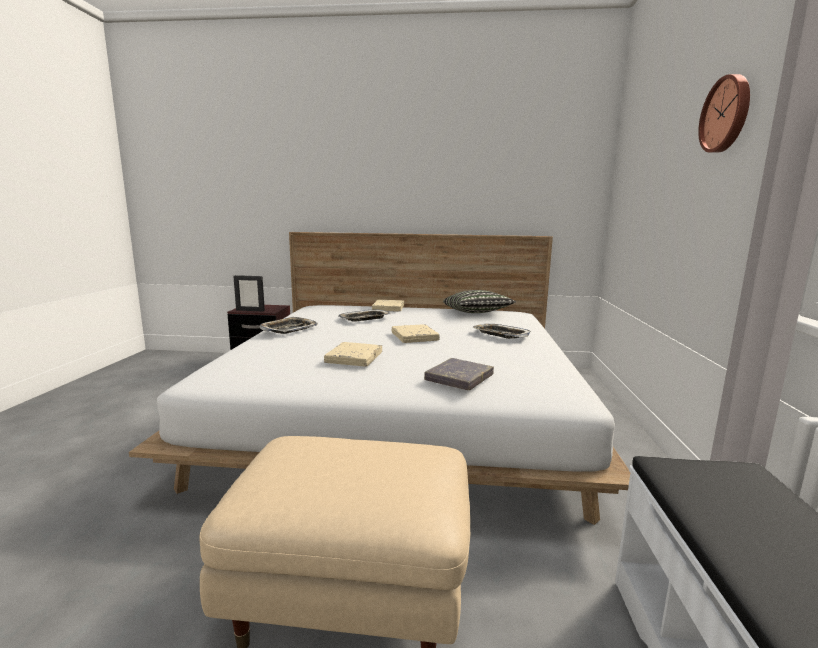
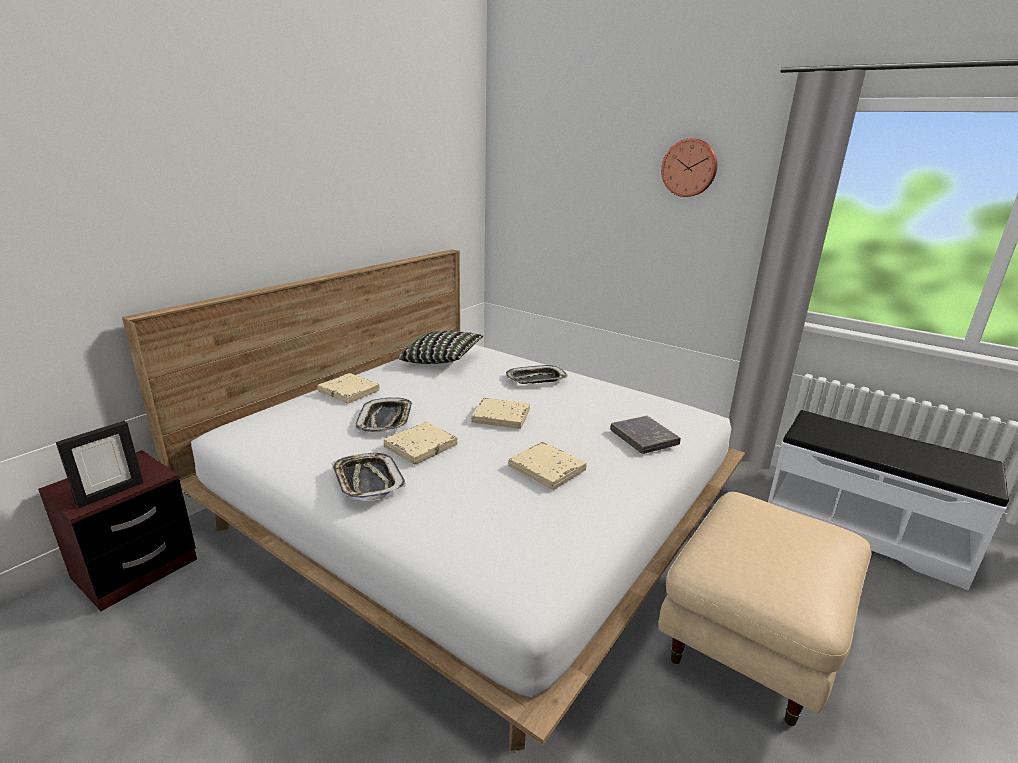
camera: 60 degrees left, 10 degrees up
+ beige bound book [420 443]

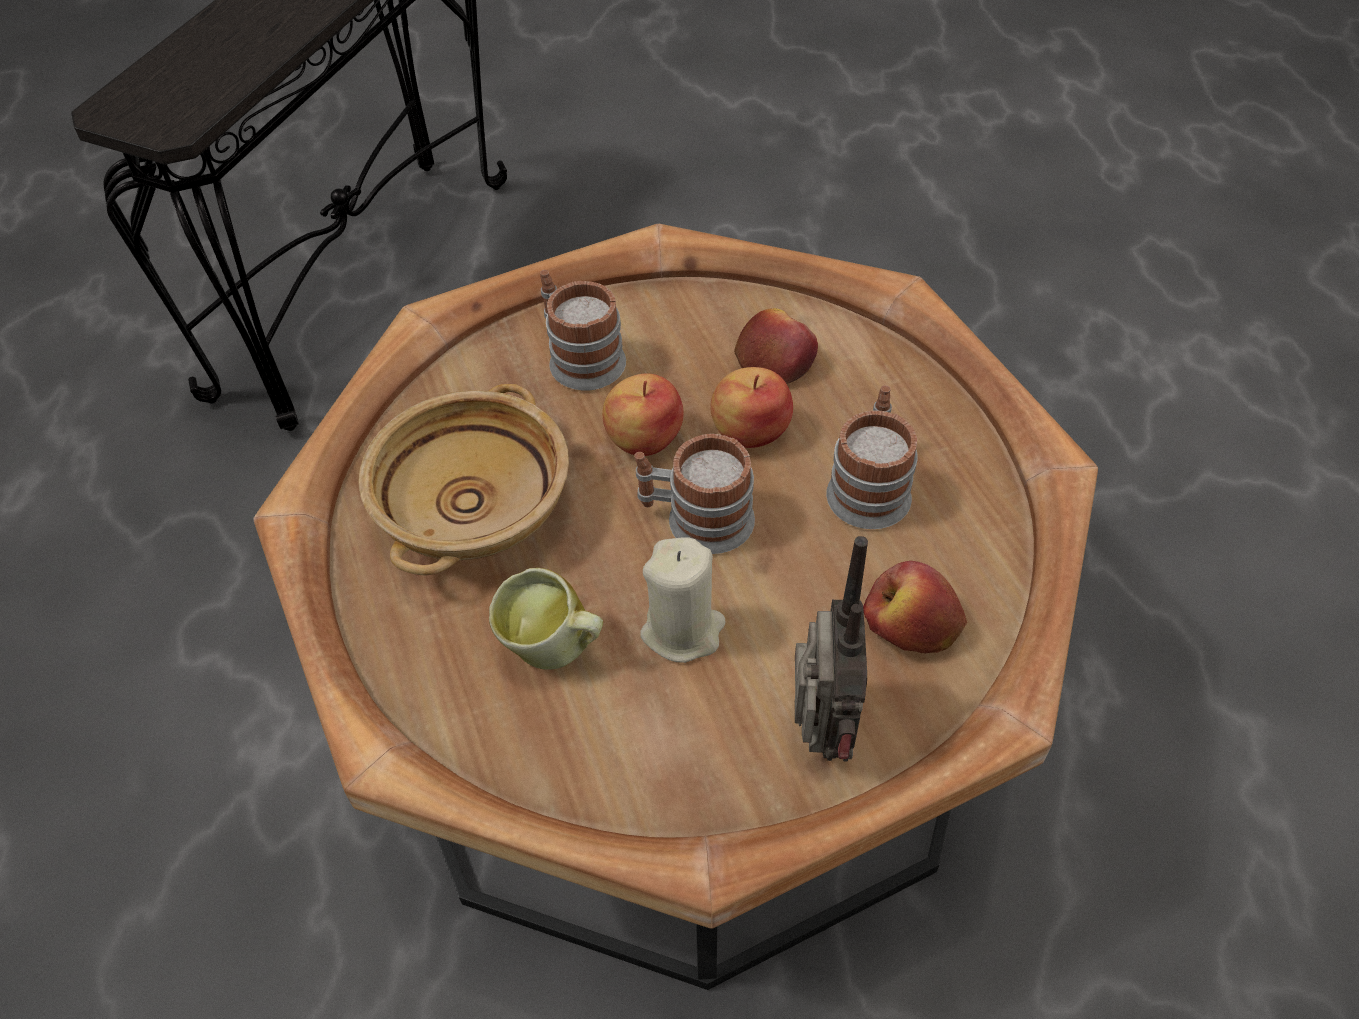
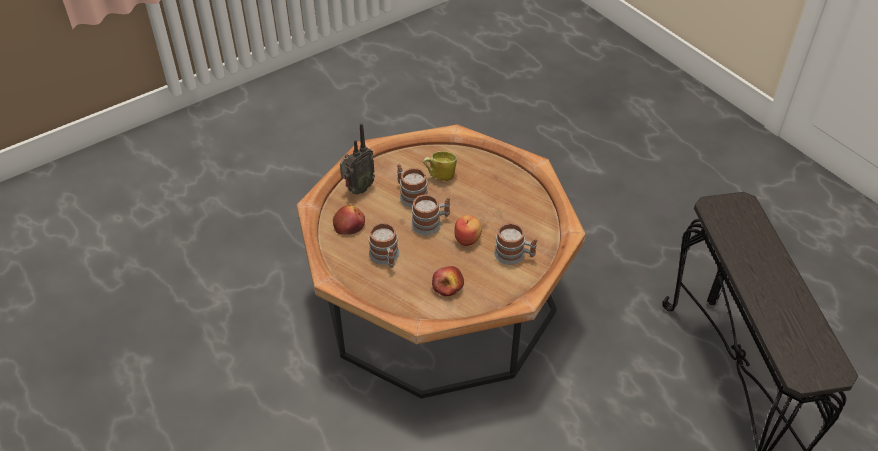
camera: 145 degrees right, 5 degrees down
- beige deep dish [463 479]
- apple [751 407]
~ beige wax light [682 600] to coffee mug [412 186]
~ radio set [831 649] = [357 159] 105 degrees counterclockwise

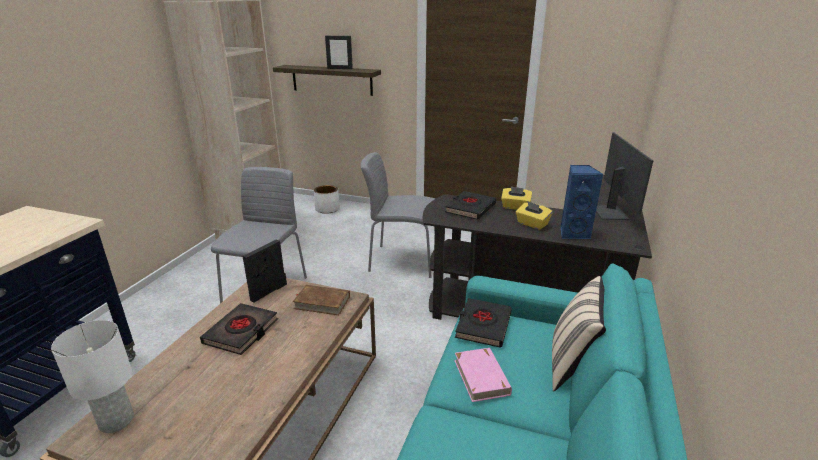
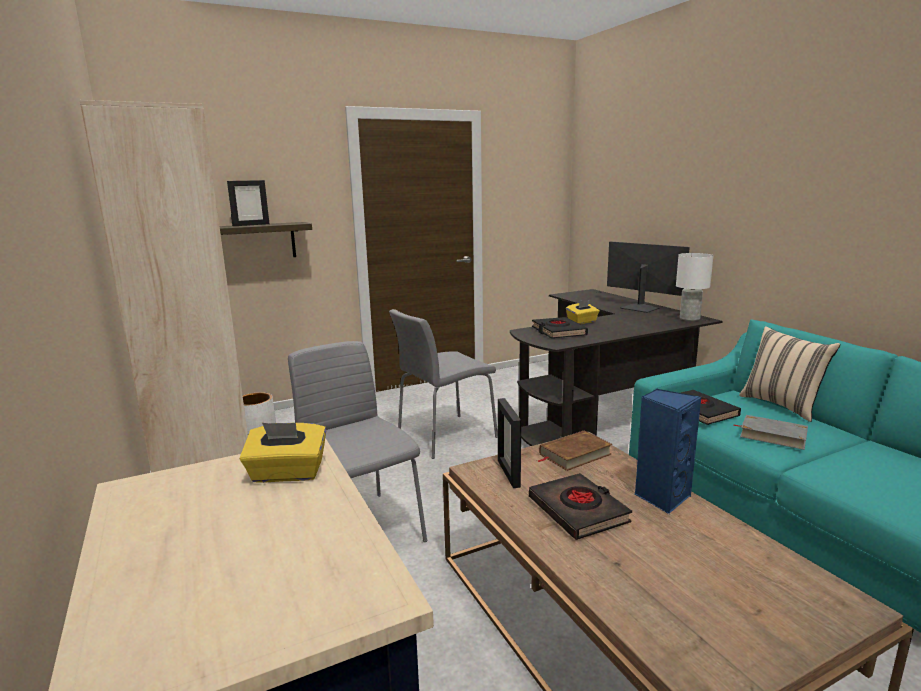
camera: 45 degrees left, 10 degrees down
~ white tabletop lamp [92 376] to [695 287]
~ yellow-coloured box of tissues [534 216] to [283 453]
~ blue speaker [582 202] to [667 451]
~ pink bound book [483 375] to gray bound book [771 432]

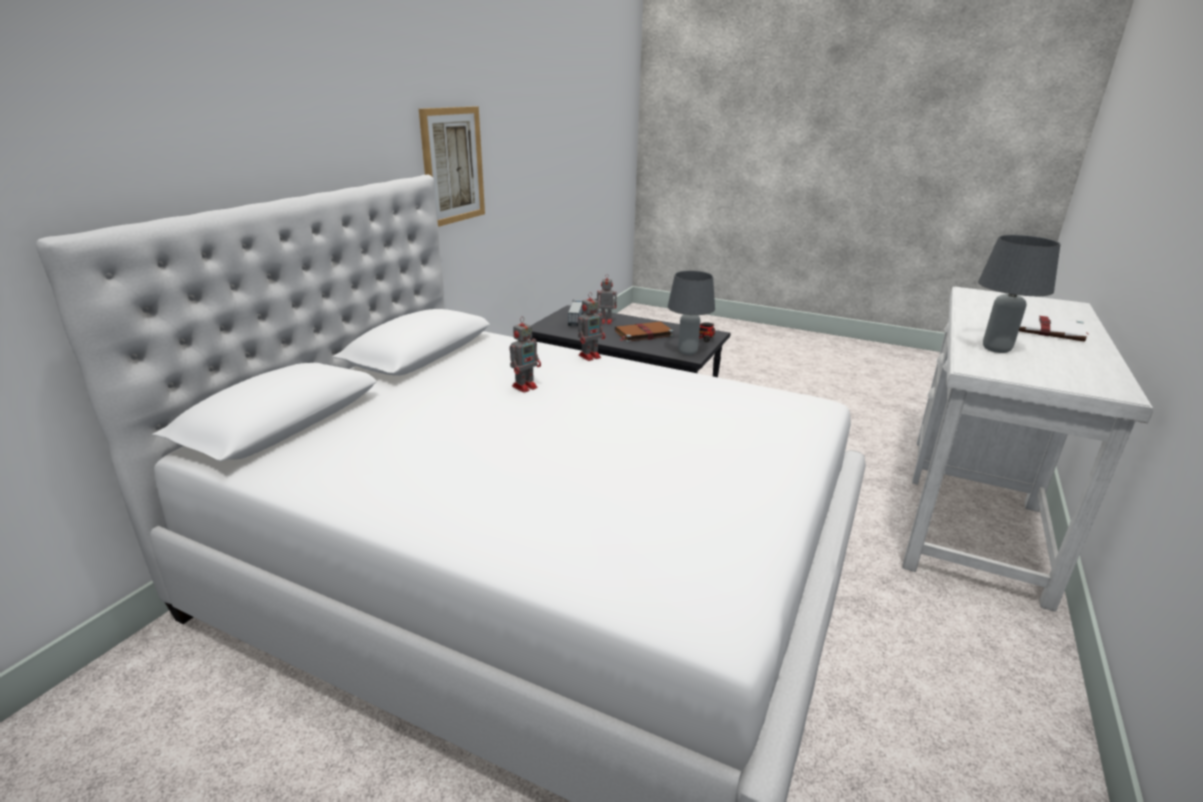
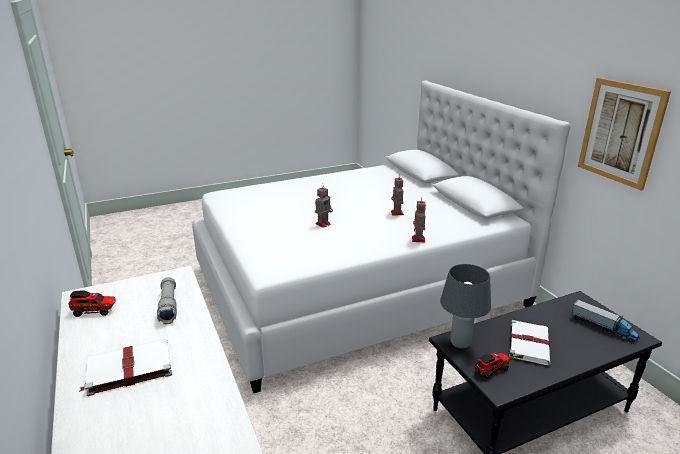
camera: 130 degrees right, 0 degrees up
+ toy truck [92 303]
~ robot figure [606 299] to [324 206]
~ gray tabletop lamp [1019 294] to gray torch [167 300]
~ brown bound book [644 332] to white bound book [529 342]

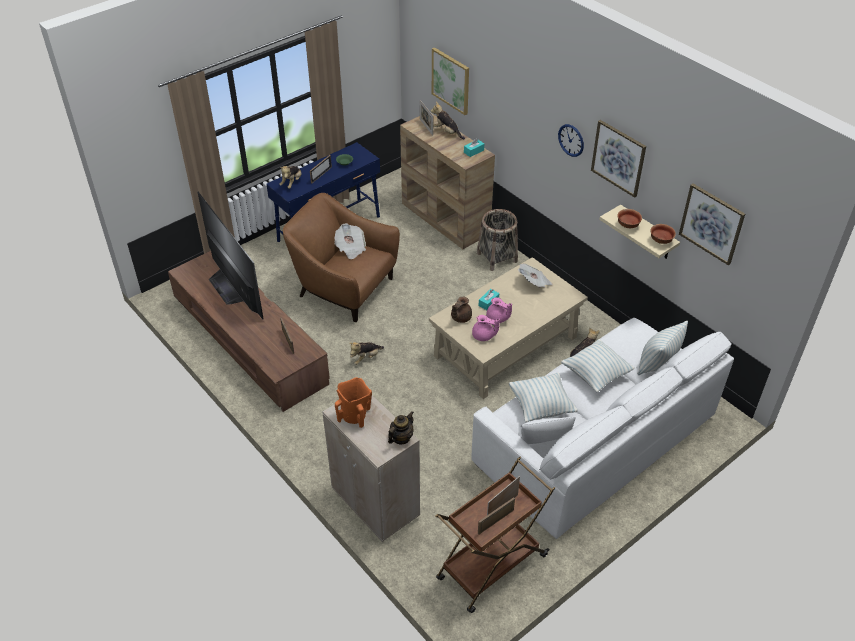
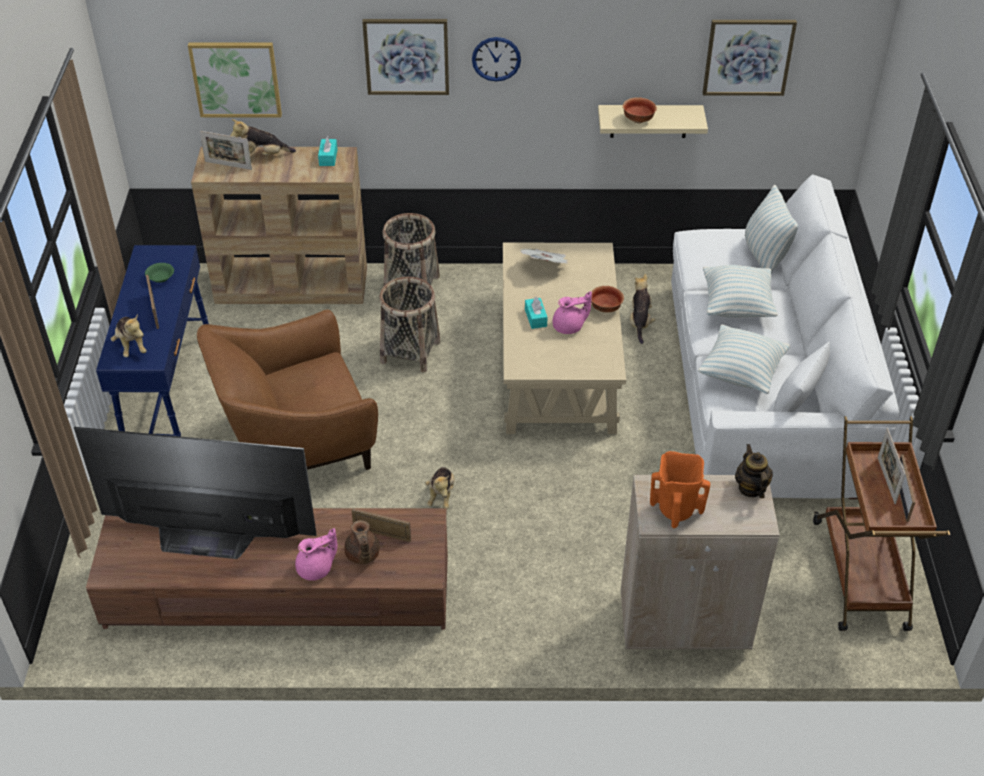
camera: 50 degrees left, 0 degrees up
- daily paper [350 241]
+ household basket [410 325]
~ brown pot for tea [461 309] to [362 542]
~ pink pot for tea [486 328] to [316 554]
~ wall picture [618 159] to [405 57]
~ deep dish [663 234] to [607 299]

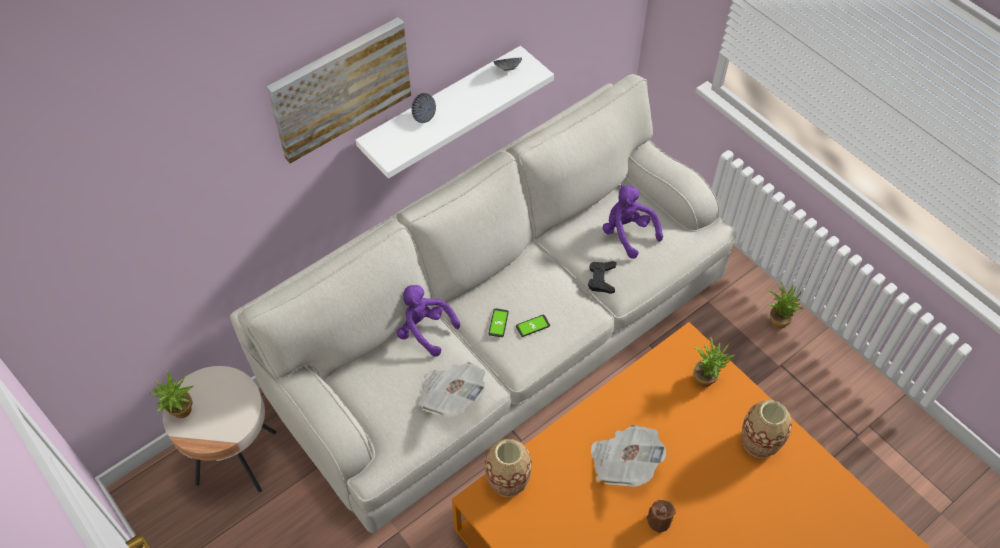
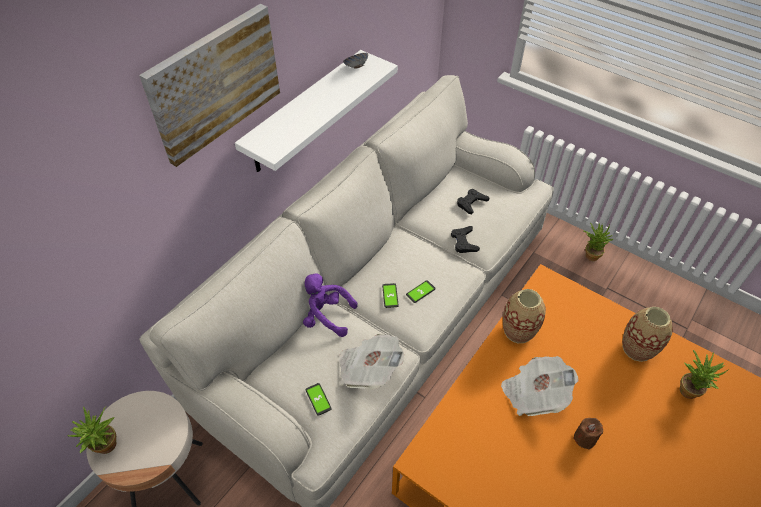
camera: 15 degrees left, 5 degrees down
- deep dish [423 108]
+ handset [319 399]
~ vase [508 468] to [524 316]
~ houseplant [714 361] to [704 374]
~ purplish plush toy [633 221] to black gamepad [473 201]

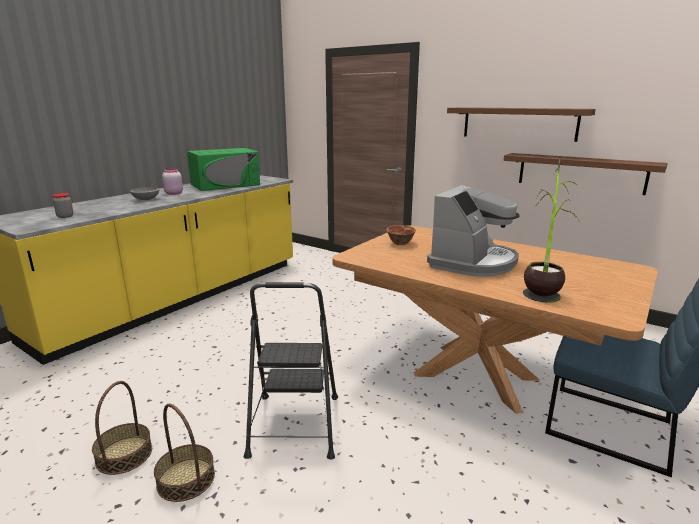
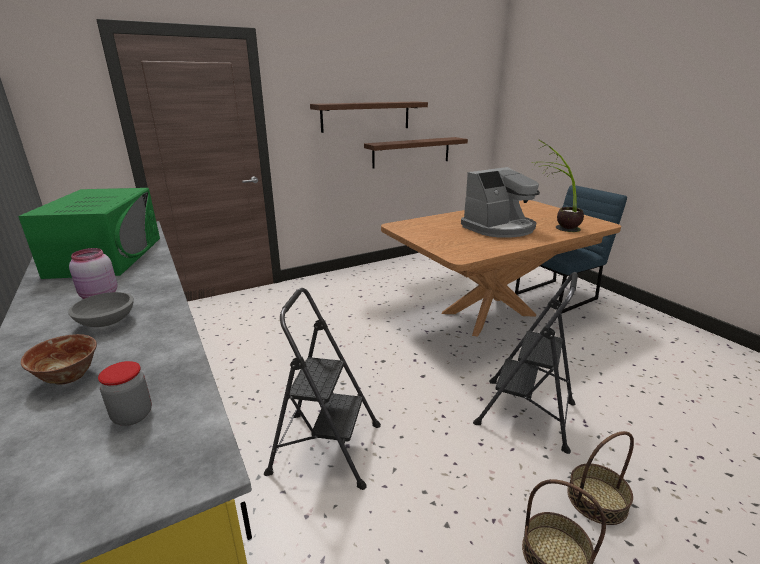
camera: 65 degrees left, 5 degrees up
+ black step ladder [322 389]
~ deep dish [401 235] to [59 359]
~ coffee maker [473 231] = [500 202] 90 degrees clockwise

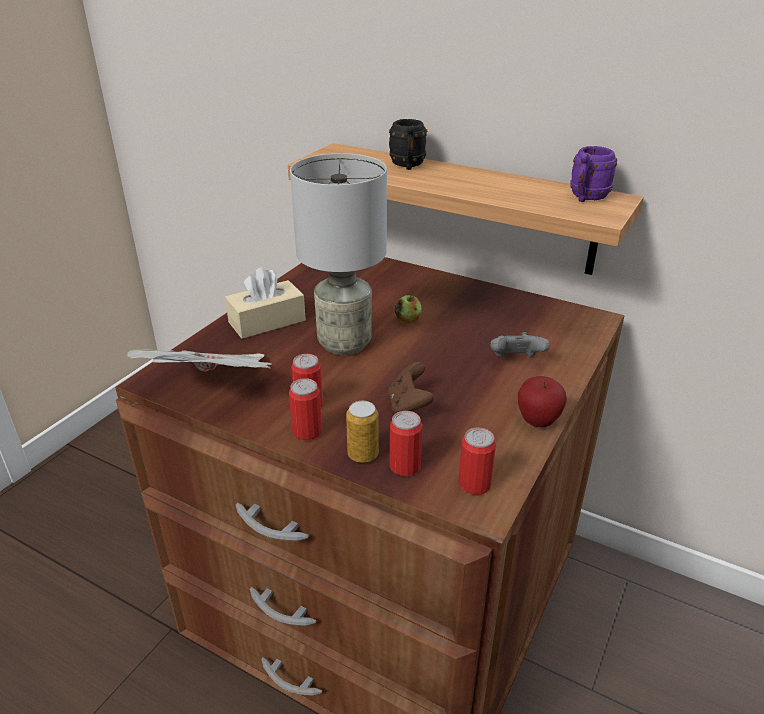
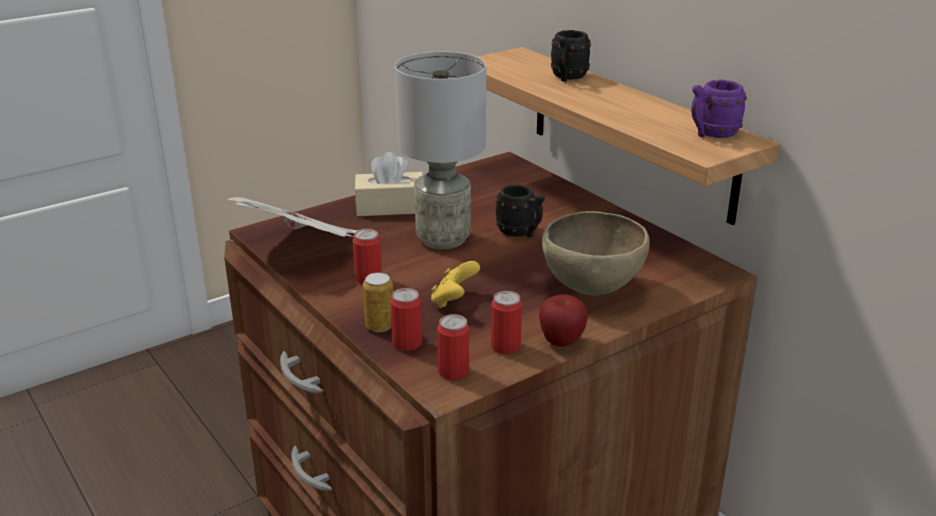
camera: 25 degrees right, 5 degrees down
~ metal can [305 409] to [506 322]
~ apple [408 309] to black coffee mug [520 211]
~ gray gamepad [520 344] to brown deep dish [596 253]
~ brown gamepad [411 387] to yellow-coloured gamepad [455 284]

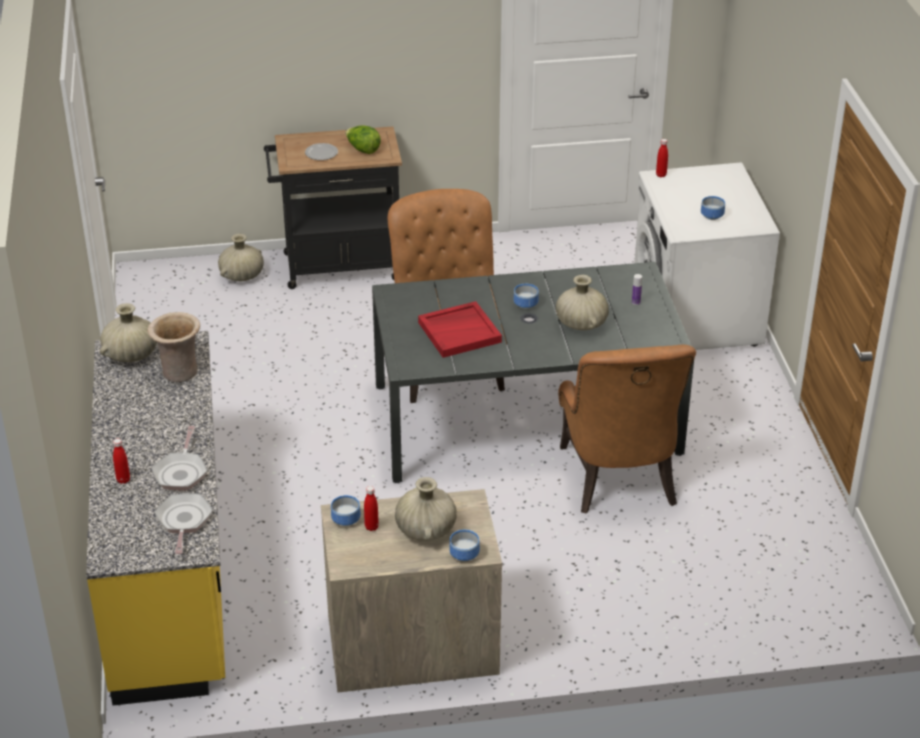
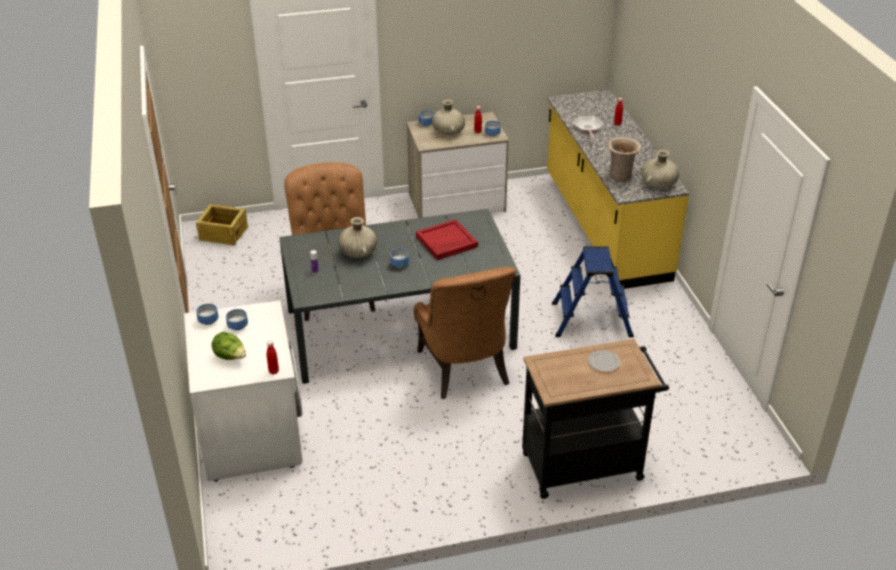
camera: 175 degrees right, 0 degrees up
- pan [183 523]
- beige vase [241 257]
+ crate [222 225]
+ deep dish [207 314]
+ blue step ladder [593 291]
~ head of lettuce [363 140] to [229 346]

